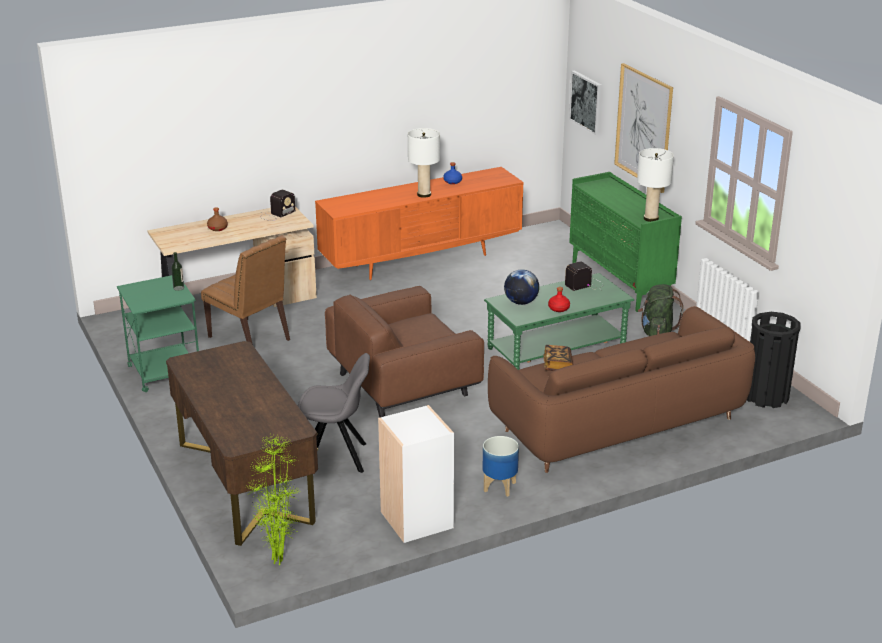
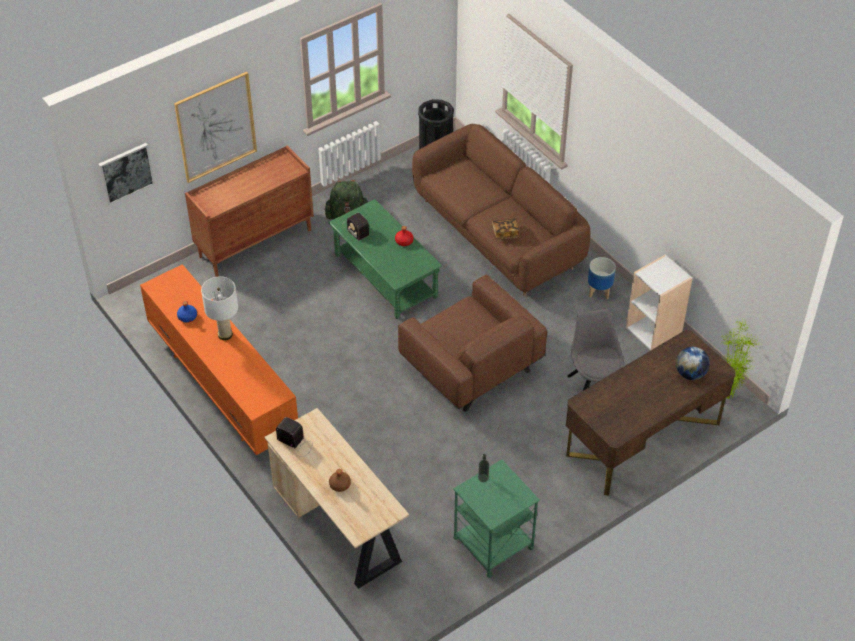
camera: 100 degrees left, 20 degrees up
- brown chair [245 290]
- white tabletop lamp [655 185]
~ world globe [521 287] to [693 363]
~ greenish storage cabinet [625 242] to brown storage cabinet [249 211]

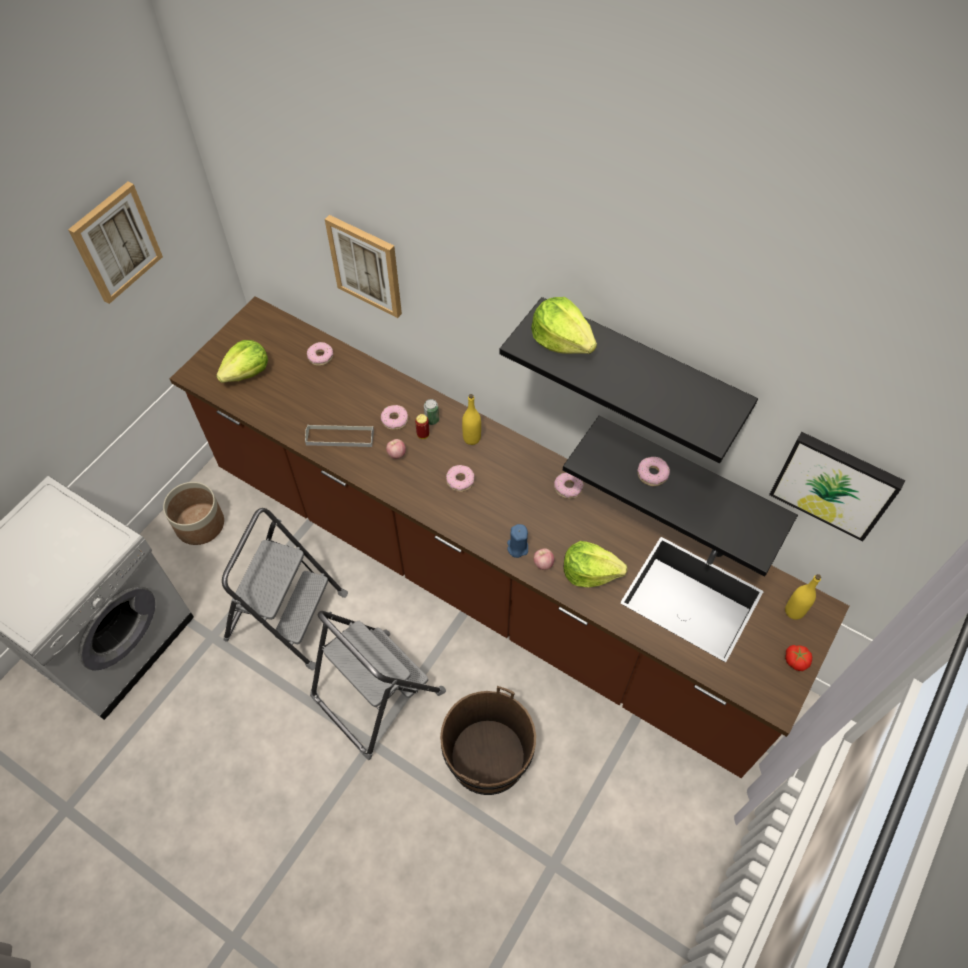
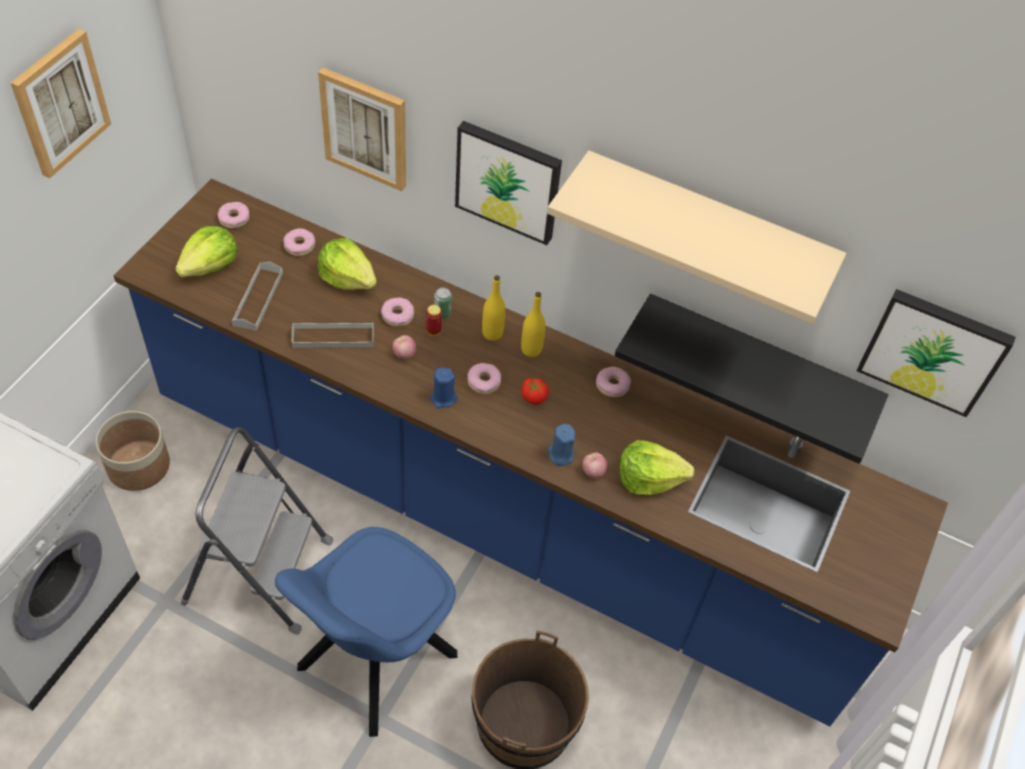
camera: 10 degrees left, 5 degrees down
+ gray carrying tray [257 296]
+ blue wax light [443 388]
+ wall picture [508 183]
~ head of lettuce [564 325] to [347 264]
~ donut [653 471] to [234 215]
~ yellow-coloured beverage bottle [803 597] to [533 324]
~ fresh tomato [798 658] to [535 391]
~ gray step ladder [378 685] to blue chair [366 632]
~ brown kitchen base unit [509 537] to blue kitchen base unit [531 452]
~ black shelf [628 380] to beige shelf [696 237]

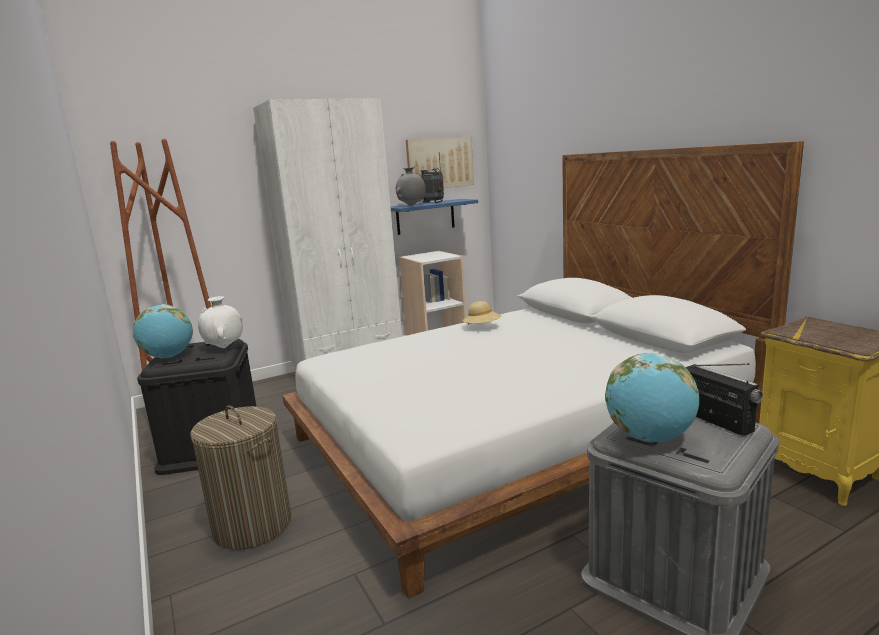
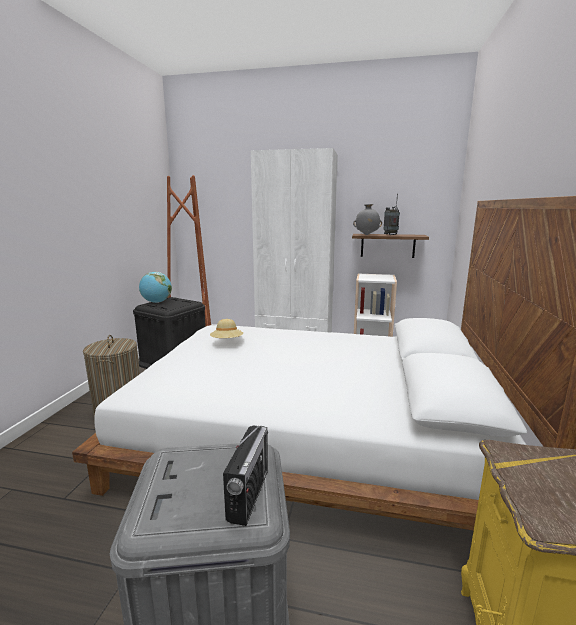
camera: 40 degrees right, 0 degrees up
- white vase [220 322]
- wall picture [440 162]
- world globe [652 397]
~ beige clothing hat [482 313] to [226 328]
~ blue shelf [434 217] to brown shelf [390 246]

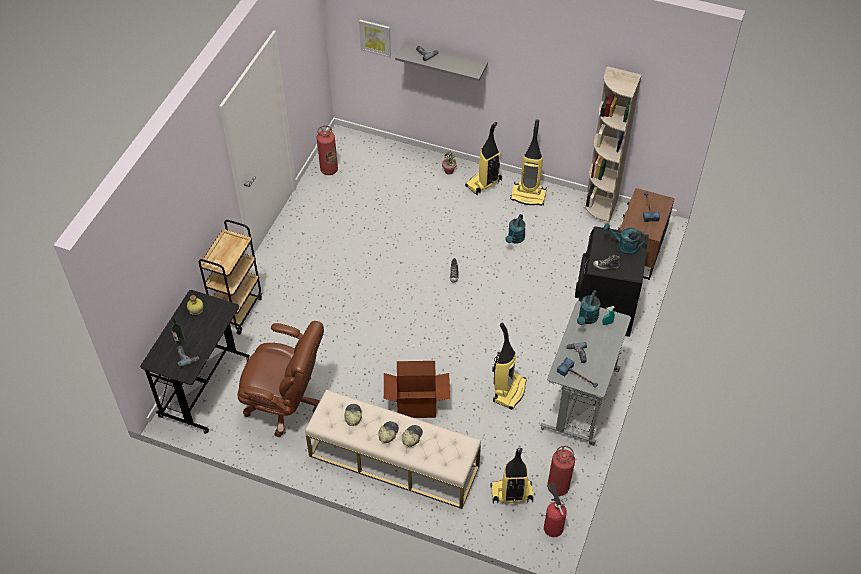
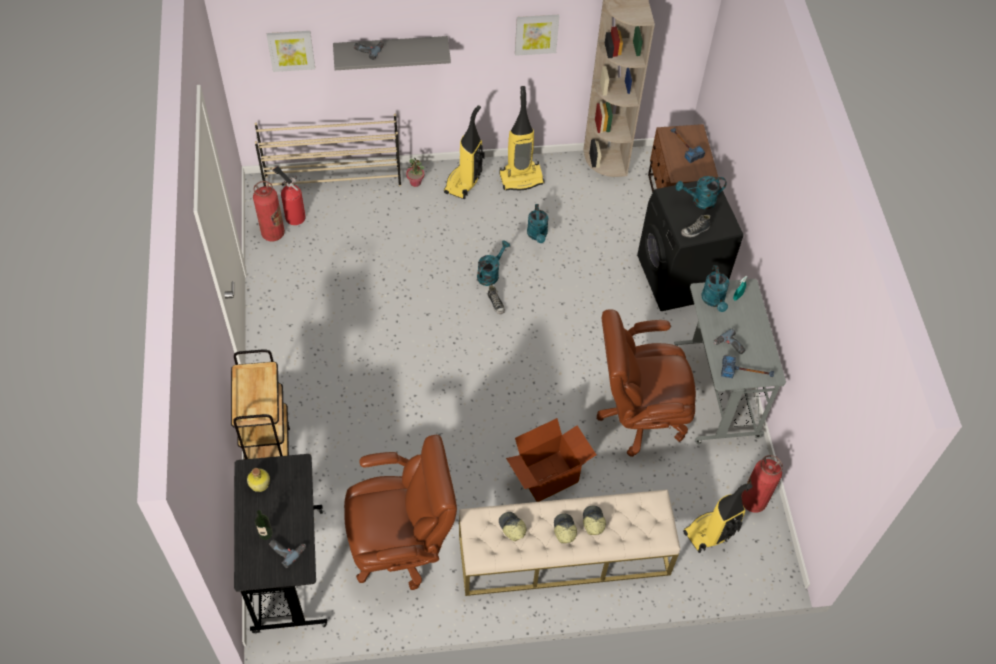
camera: 30 degrees left, 5 degrees up
+ beige shoe shelf [328 149]
+ turquoise watering pot [493 263]
+ wall picture [537 35]
~ fire-fighting cylinder [555 510] to [289 195]
~ hoover [509 366] to brown computer chair [646 383]

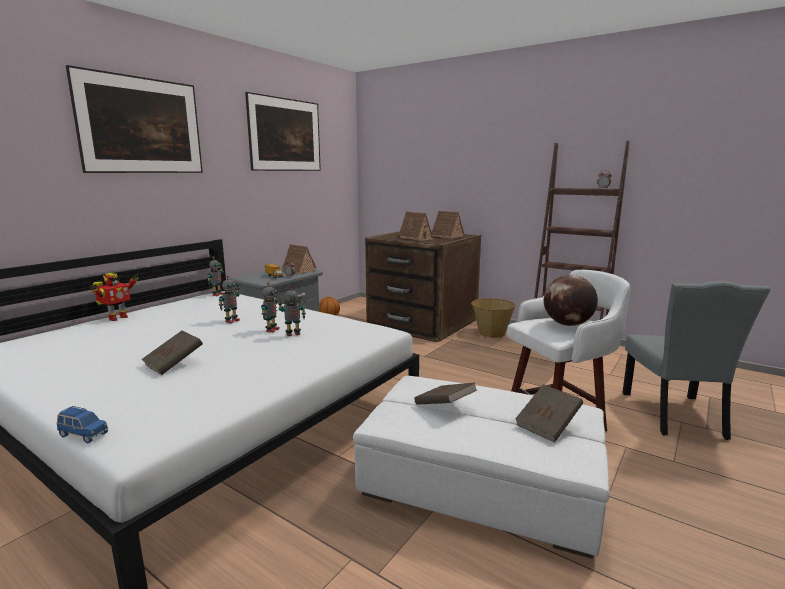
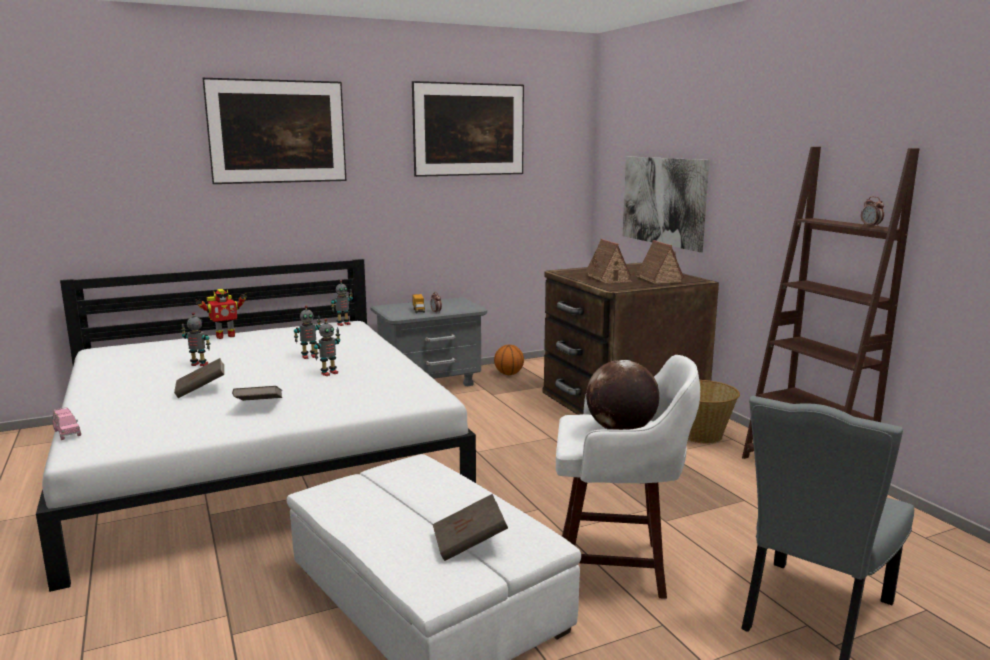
camera: 30 degrees right, 0 degrees up
- toy house [299 259]
+ wall picture [666 204]
~ robot figure [292 311] to [196 339]
~ brown bound book [445 393] to [257 393]
~ blue toy car [82 424] to pink toy car [67 423]

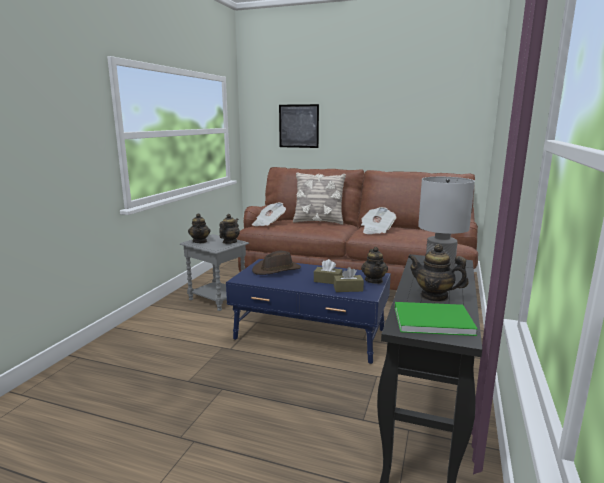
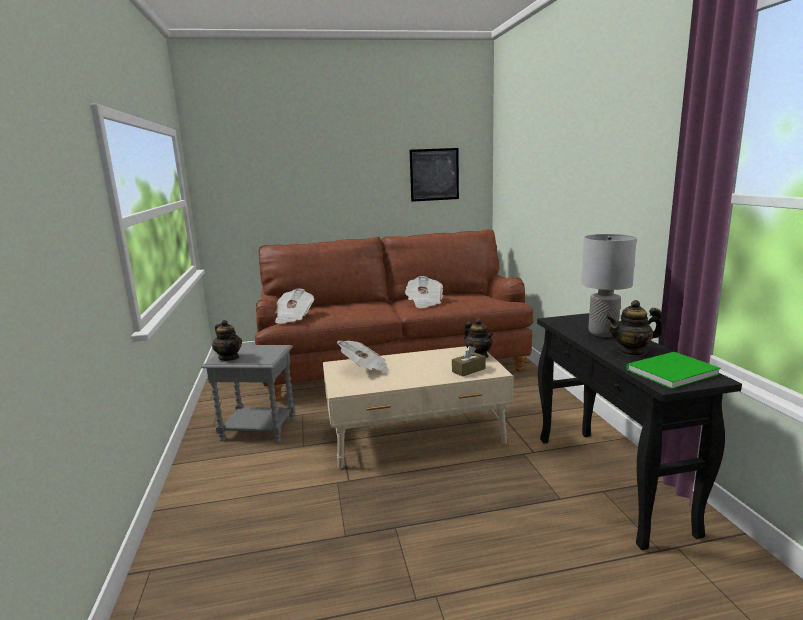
camera: 30 degrees left, 0 degrees up
- pot for tea [229 229]
- beige cushion [319 198]
- brown box of tissues [328 271]
~ wall picture [299 126] to [434 175]
~ brown clothing hat [276 263] to daily paper [363 357]
~ blue low table [308 311] to beige low table [418 407]

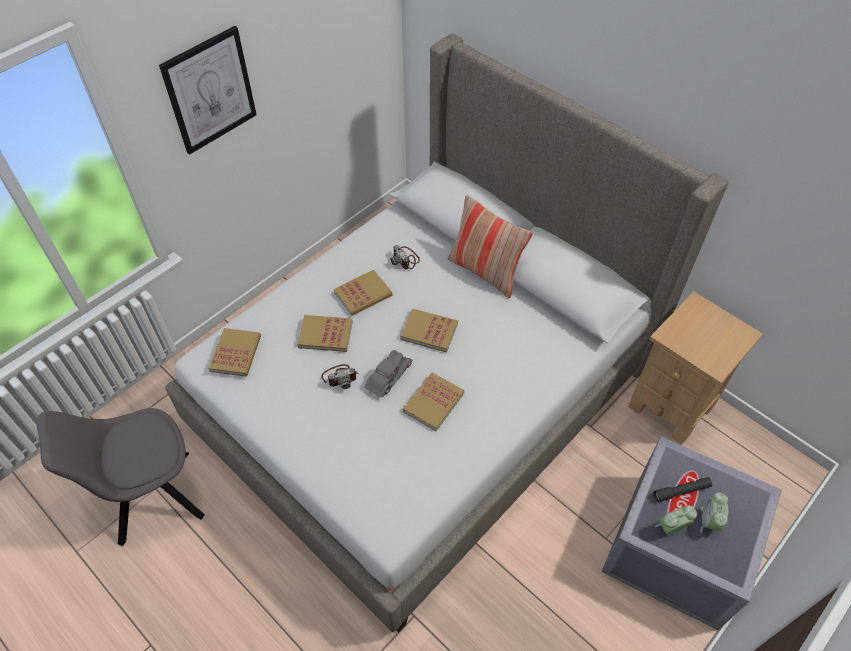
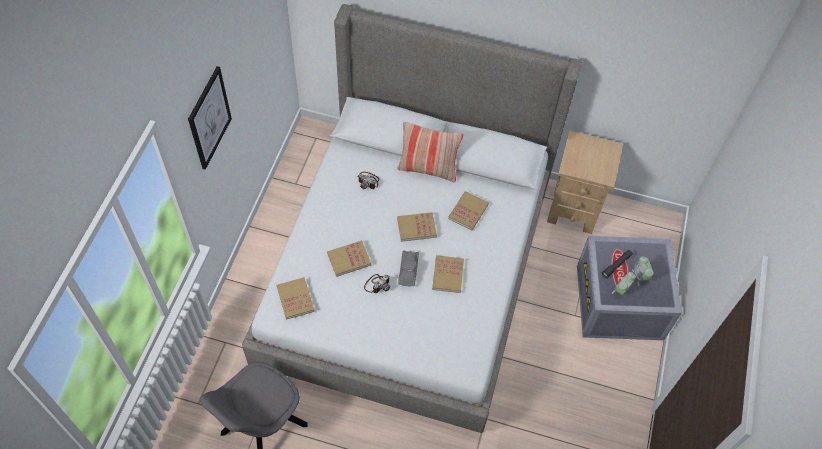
camera: 30 degrees left, 5 degrees up
~ bound book [363 293] to [468 210]

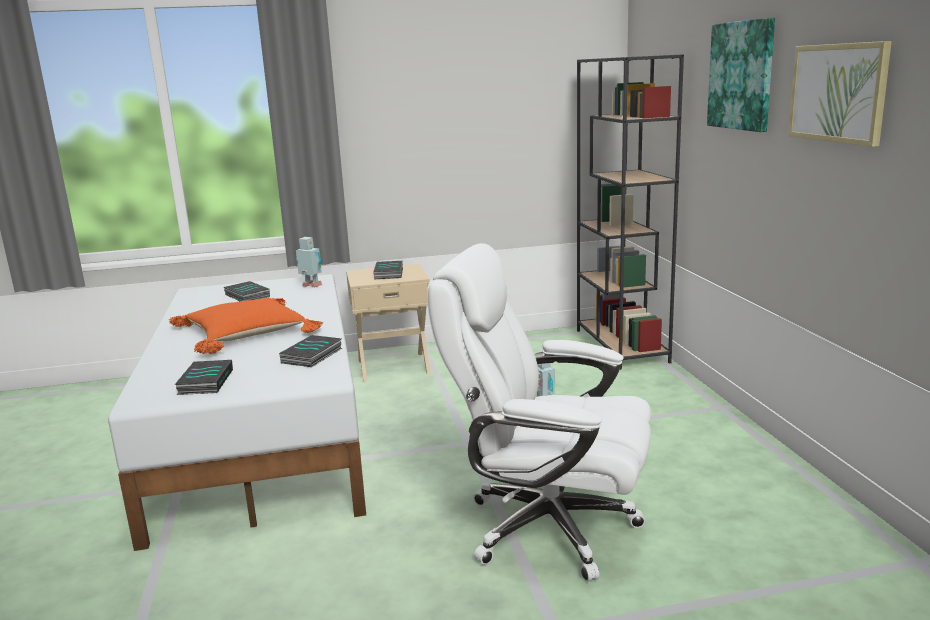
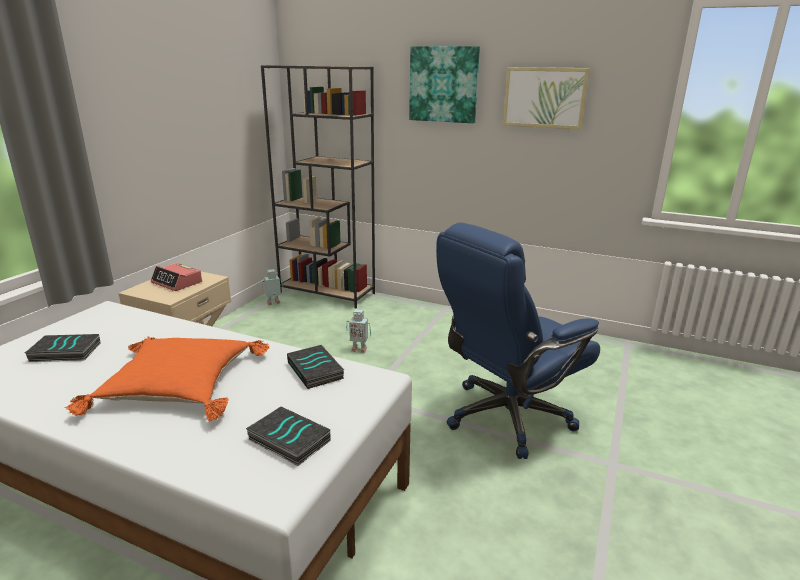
camera: 55 degrees left, 5 degrees up
~ robot figure [309 262] to [272 287]
~ bound book [388 270] to table clock [176 277]
~ white computer chair [539 412] to blue computer chair [518 341]

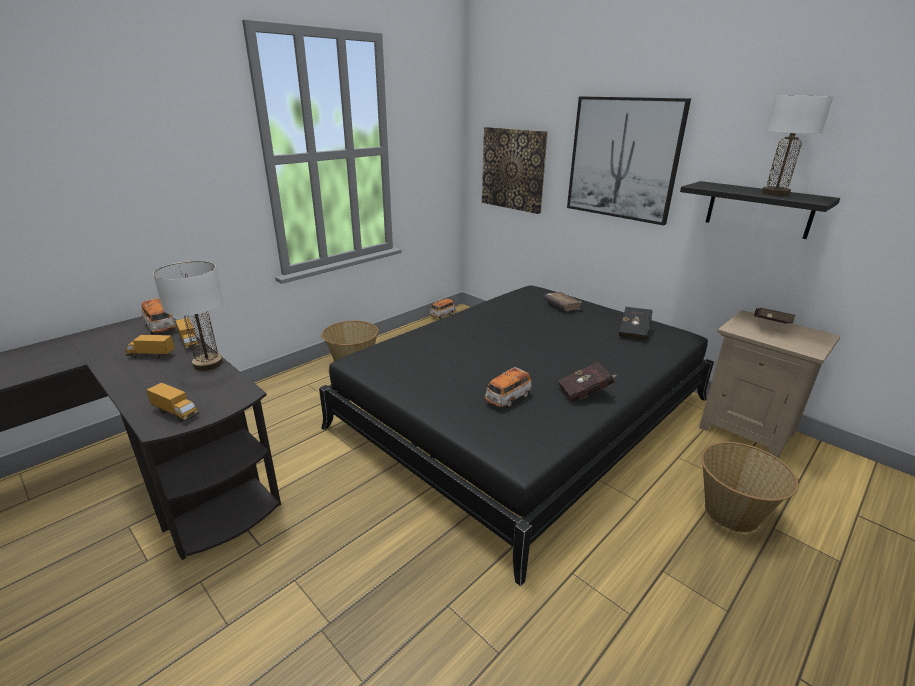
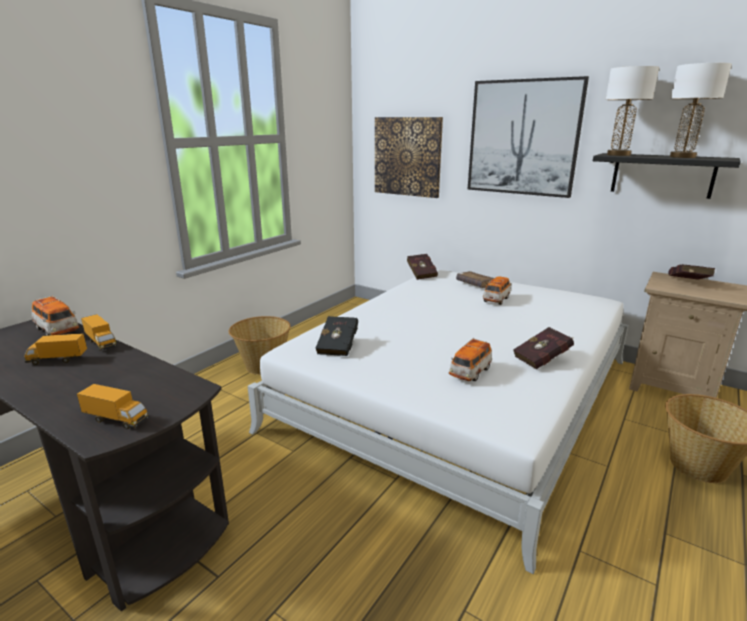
camera: 10 degrees left, 5 degrees down
+ red bound book [422 267]
~ tabletop lamp [188 316] to [632 111]
~ toy car [443 309] to [497 290]
~ black bound book [636 323] to [336 336]
~ black bed [516 435] to white bed [438 421]

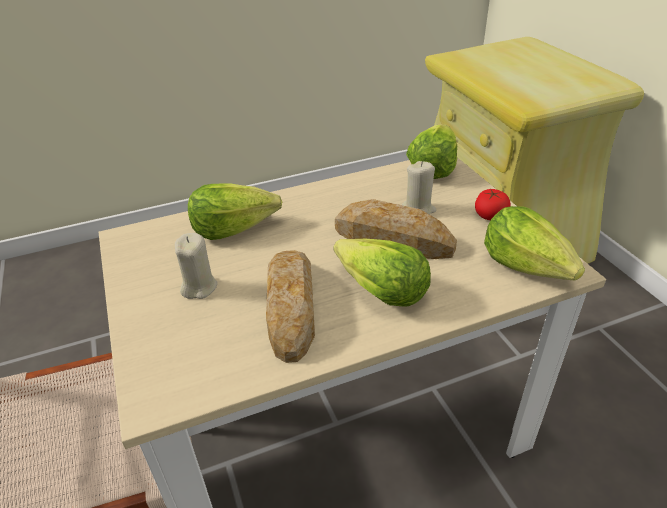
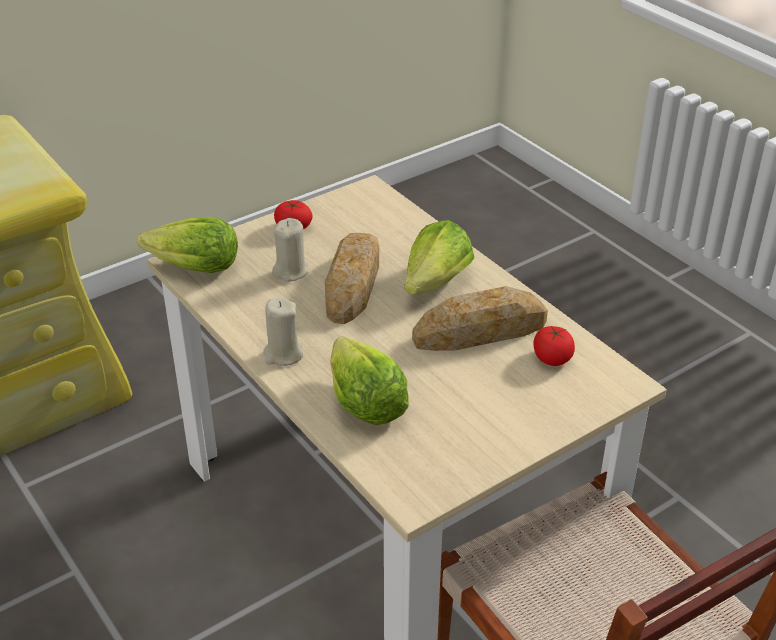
camera: 105 degrees left, 0 degrees up
- head of lettuce [534 243]
+ fresh tomato [554 346]
~ beige wax light [196 266] to [283 332]

